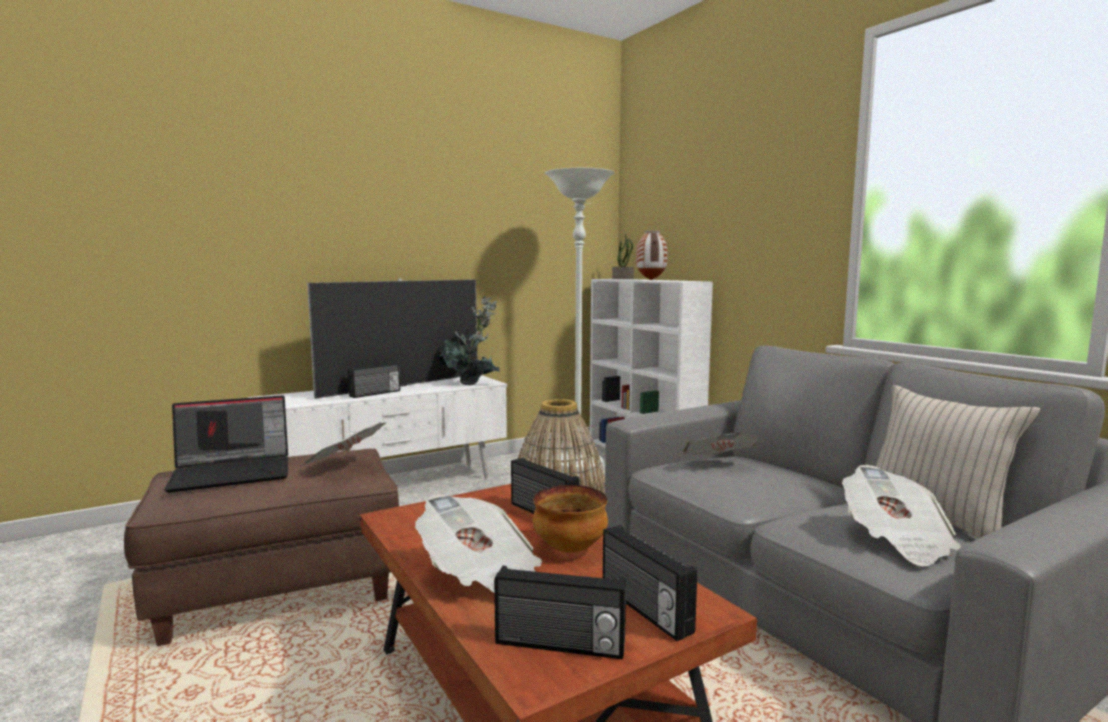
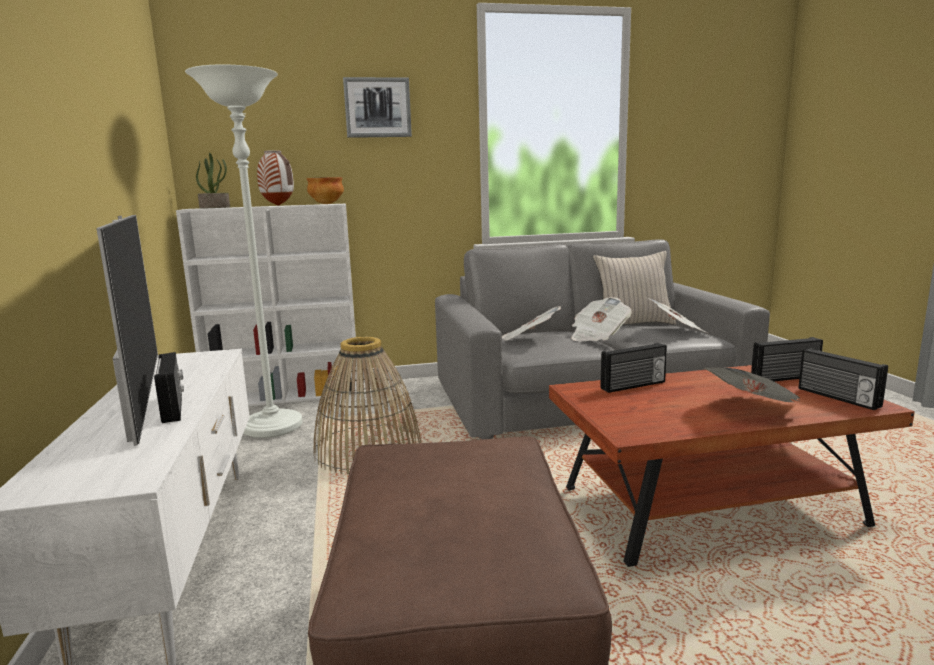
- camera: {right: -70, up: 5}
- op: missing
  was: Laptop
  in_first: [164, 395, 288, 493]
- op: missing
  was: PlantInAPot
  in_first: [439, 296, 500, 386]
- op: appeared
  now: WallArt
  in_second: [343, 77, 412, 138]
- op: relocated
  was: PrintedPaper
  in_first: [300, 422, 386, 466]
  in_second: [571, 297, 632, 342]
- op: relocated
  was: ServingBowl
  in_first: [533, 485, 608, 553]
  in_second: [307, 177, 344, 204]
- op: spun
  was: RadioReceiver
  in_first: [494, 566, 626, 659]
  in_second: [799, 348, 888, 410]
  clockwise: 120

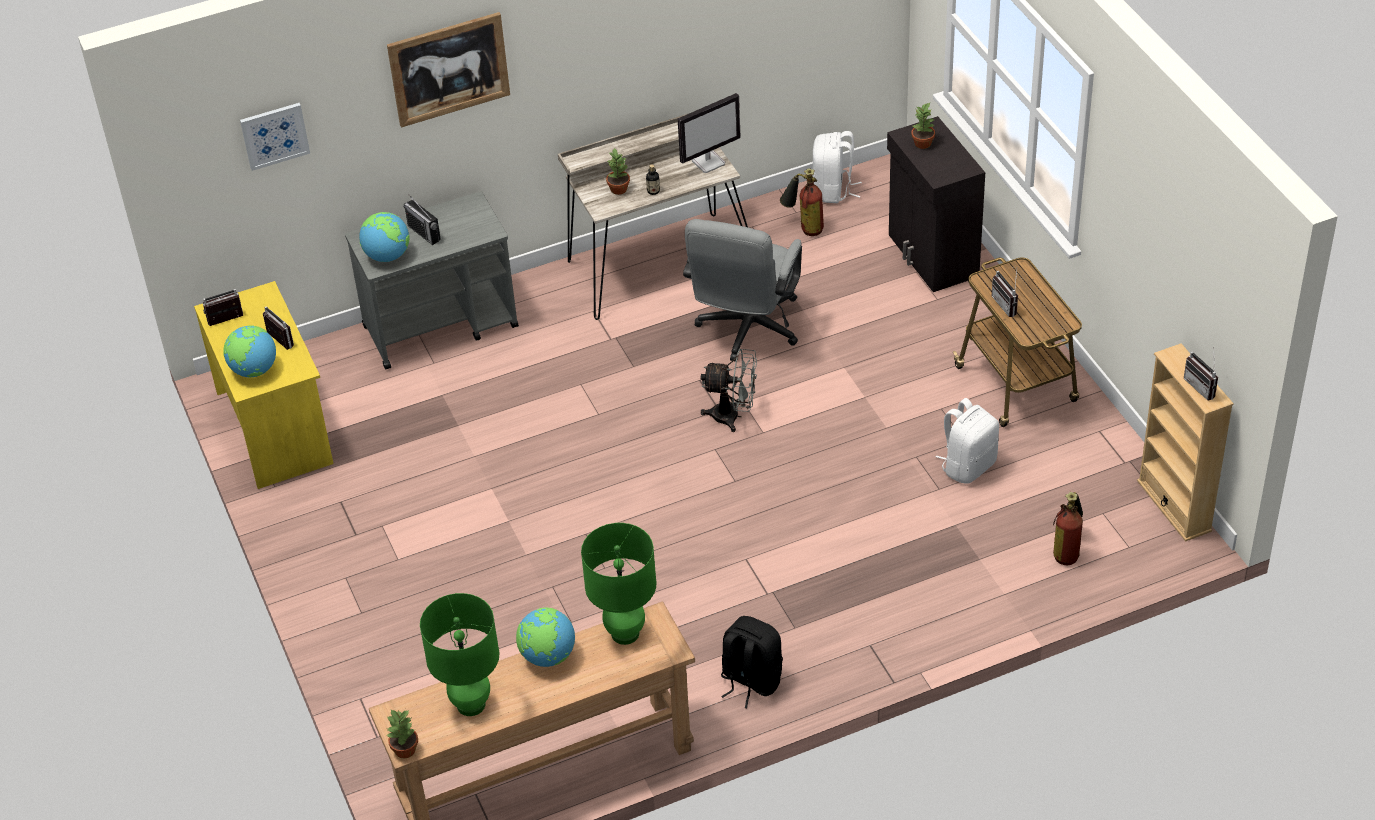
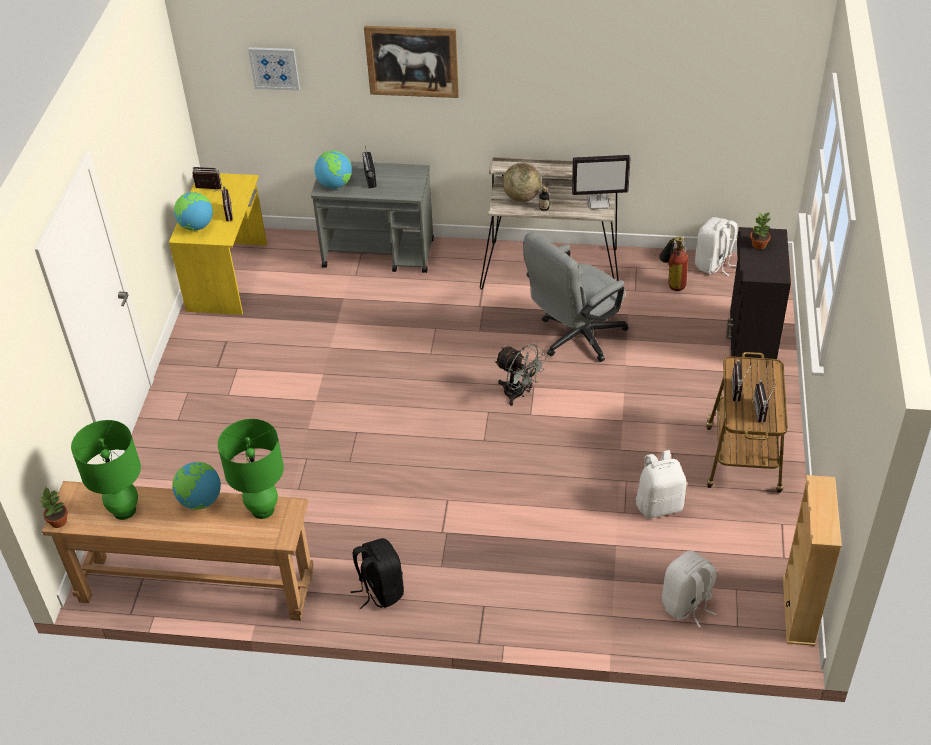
- camera: {right: 30, up: 0}
- op: relocated
  was: RadioReceiver
  in_first: [1184, 347, 1218, 400]
  in_second: [753, 380, 776, 423]
- op: exchanged
  was: PlantInAPot
  now: WorldGlobe
  in_first: [606, 148, 630, 195]
  in_second: [503, 163, 541, 202]
- op: exchanged
  was: Extinguisher
  now: WhiteKnapsack
  in_first: [1053, 492, 1083, 565]
  in_second: [662, 551, 717, 628]

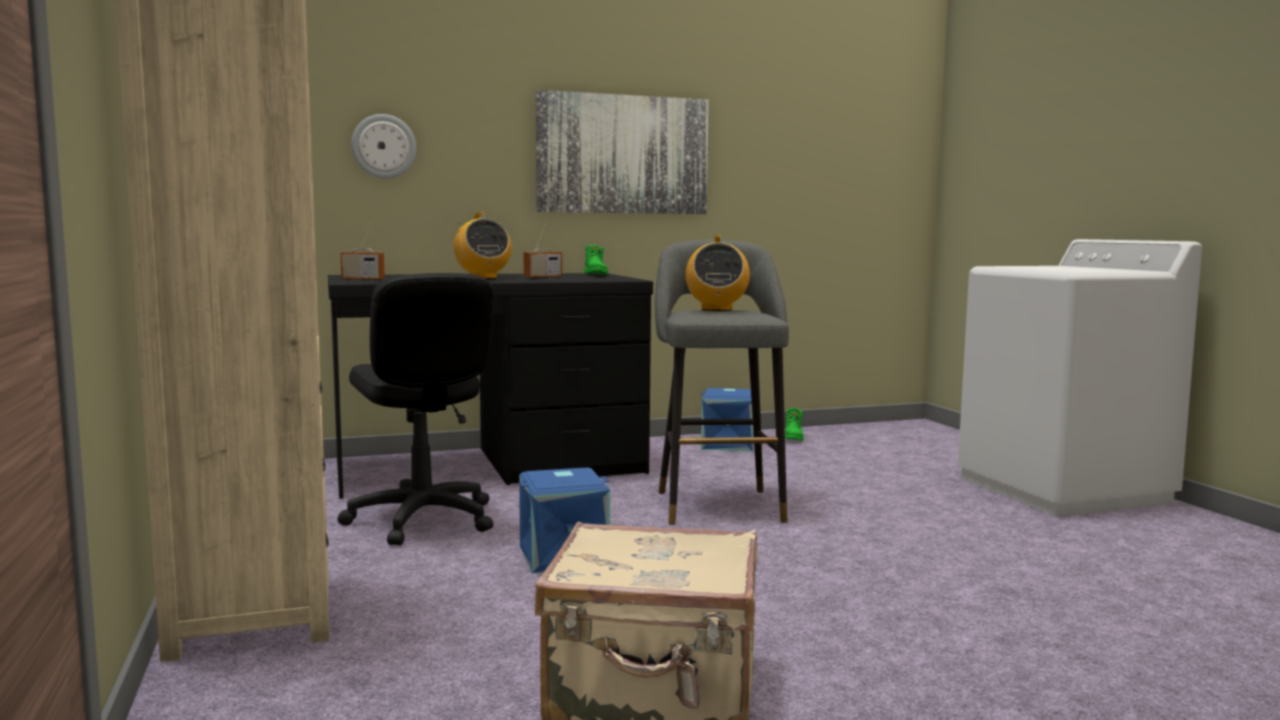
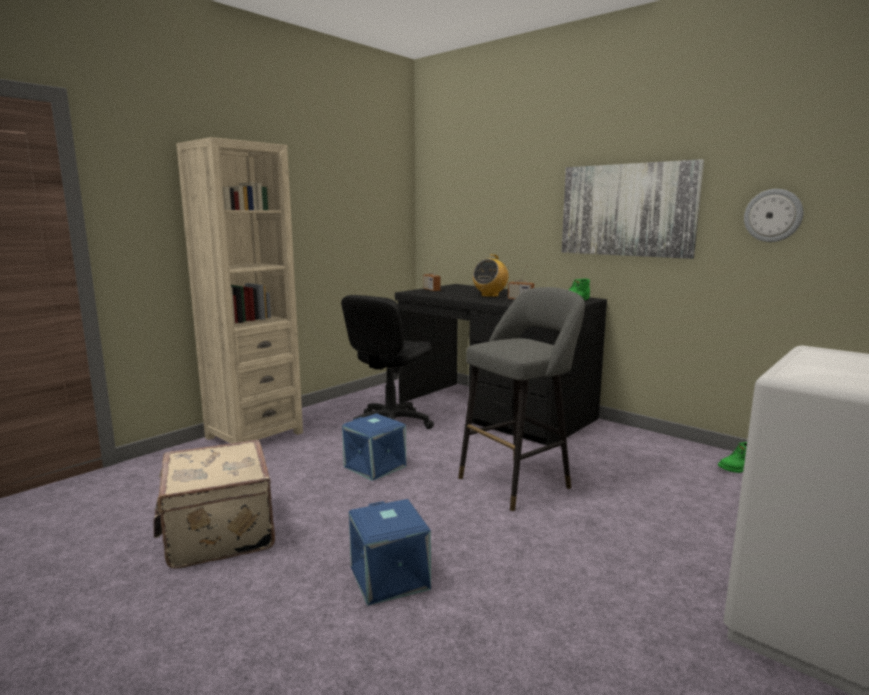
- camera: {right: 60, up: 5}
- op: missing
  was: RadioReceiver
  in_first: [685, 235, 750, 311]
- op: relocated
  was: ClockOnTheWall
  in_first: [351, 114, 416, 178]
  in_second: [744, 189, 803, 242]
- op: relocated
  was: BlueColouredStorageBox
  in_first: [700, 388, 754, 452]
  in_second: [349, 499, 431, 606]

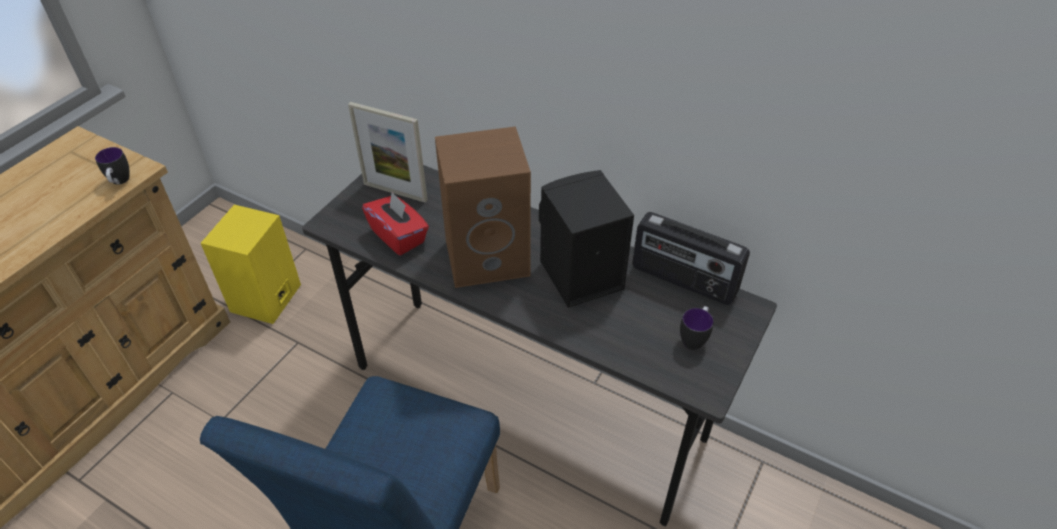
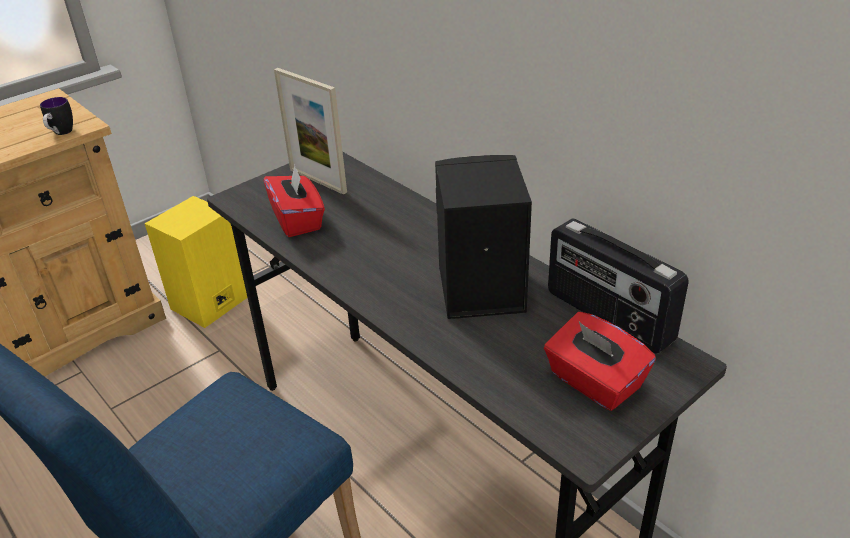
- camera: {right: 20, up: -10}
- op: missing
  was: BrownColouredAudioSpeaker
  in_first: [435, 126, 531, 288]
- op: exchanged
  was: TeaMug
  now: ReddishTissueBox
  in_first: [680, 306, 714, 350]
  in_second: [544, 312, 656, 411]

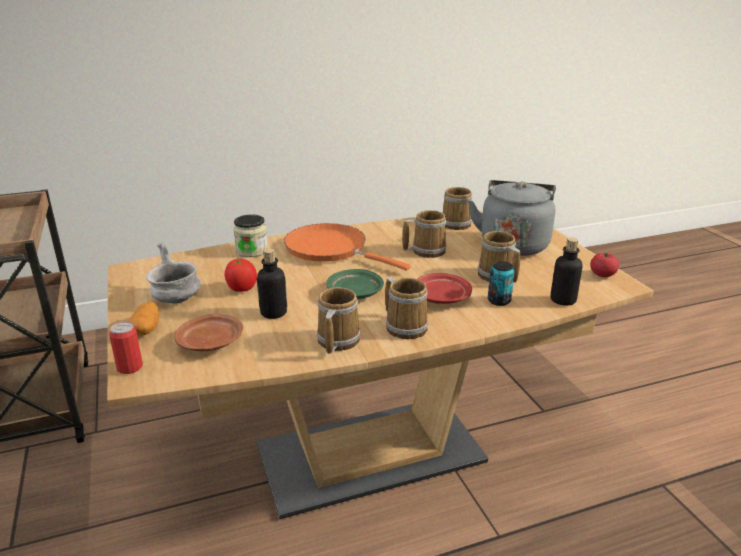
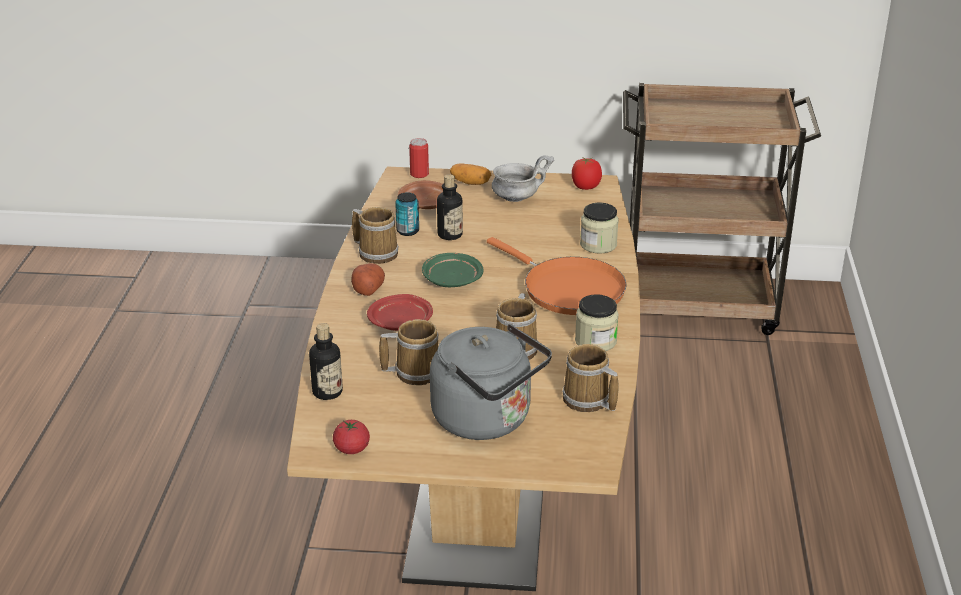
- camera: {right: 115, up: 5}
- op: appeared
  now: Jar
  in_second: [575, 294, 619, 351]
- op: relocated
  was: Tomato
  in_first: [225, 259, 257, 292]
  in_second: [572, 157, 602, 190]
- op: relocated
  was: Can
  in_first: [488, 261, 515, 306]
  in_second: [395, 193, 419, 236]
- op: exchanged
  was: TeaMug
  now: Spud
  in_first: [385, 277, 429, 339]
  in_second: [351, 263, 385, 296]
- op: spun
  was: OrangeColouredPan
  in_first: [284, 223, 411, 271]
  in_second: [487, 237, 627, 315]
  clockwise: 75

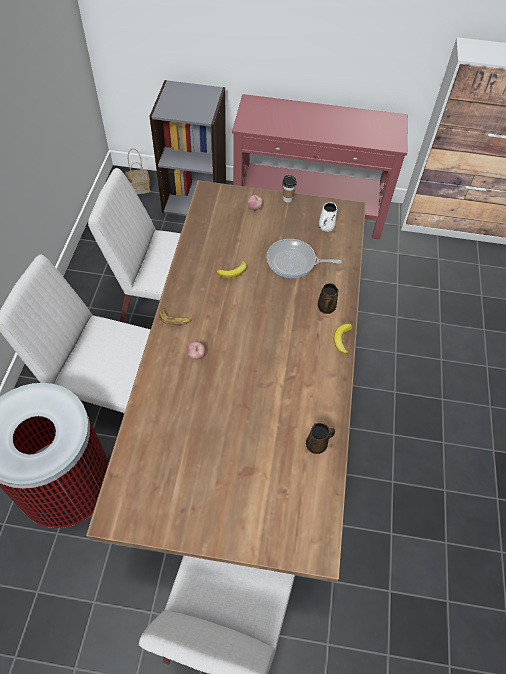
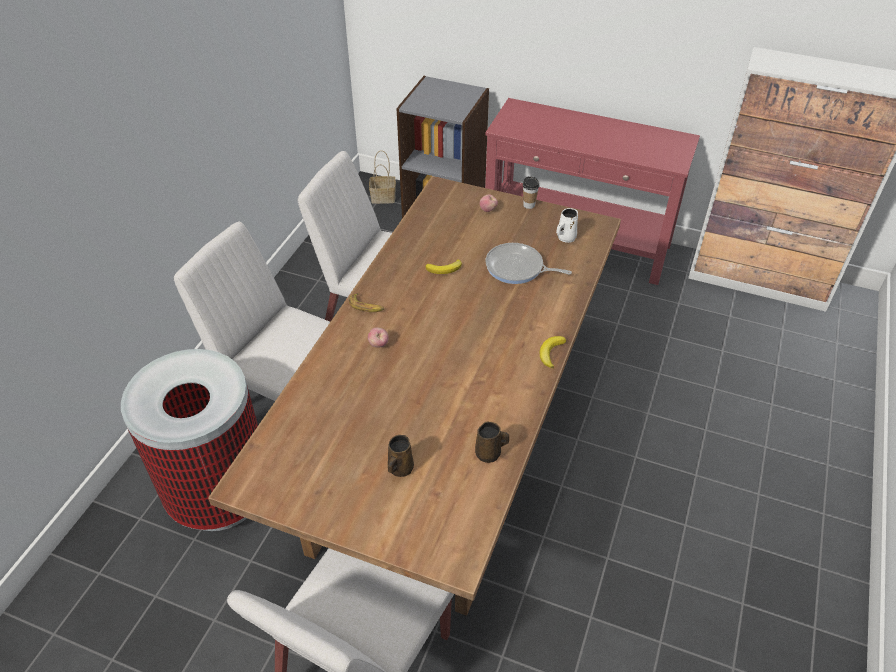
- camera: {right: 15, up: -10}
- op: relocated
  was: BrownColouredTeaMug
  in_first: [318, 283, 338, 314]
  in_second: [388, 435, 414, 477]

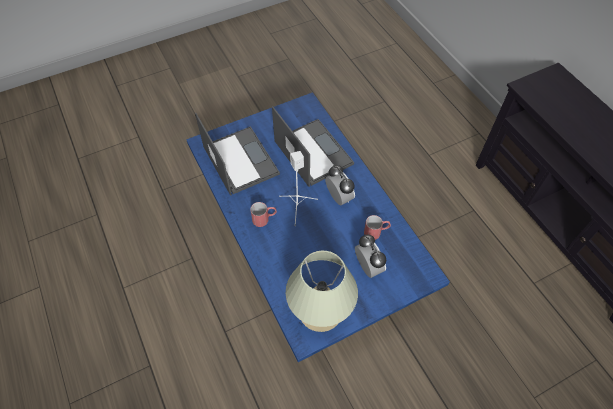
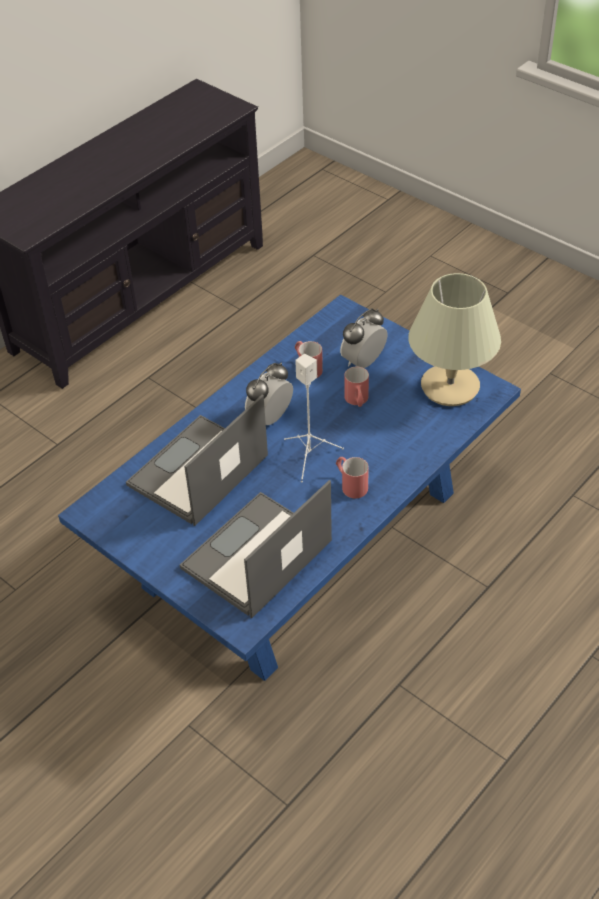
- camera: {right: -110, up: -10}
- op: appeared
  now: ReddishTeaMug
  in_second: [344, 366, 369, 407]

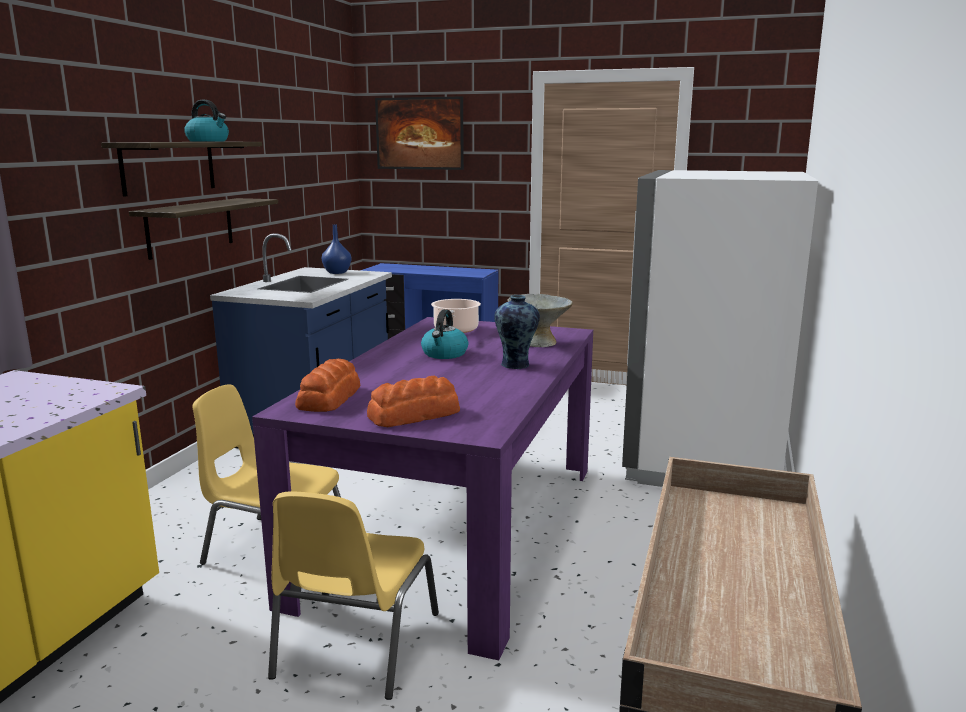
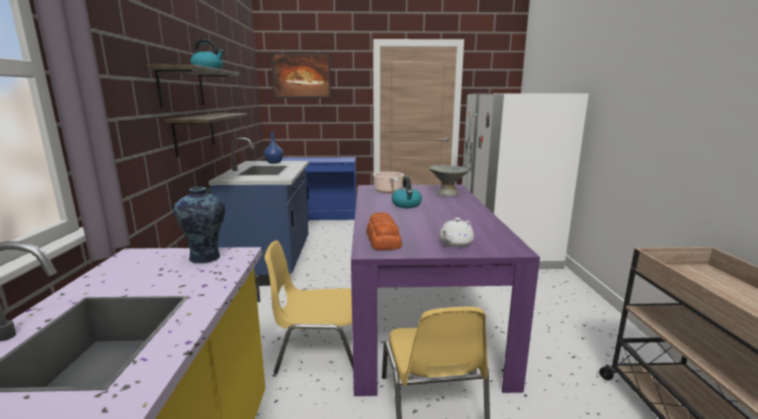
- camera: {right: -20, up: 0}
- op: relocated
  was: Vase
  in_first: [494, 295, 540, 369]
  in_second: [173, 187, 225, 263]
- op: exchanged
  was: BakedBread
  now: WhiteTeaPot
  in_first: [367, 376, 460, 427]
  in_second: [440, 218, 474, 247]

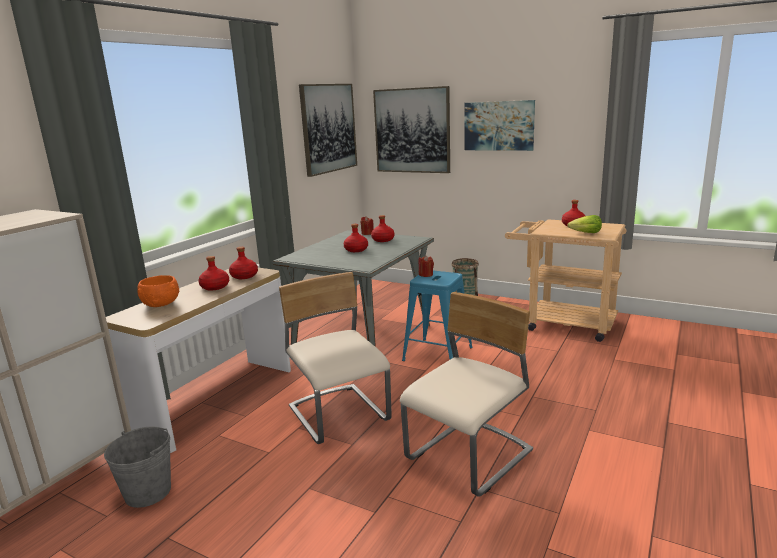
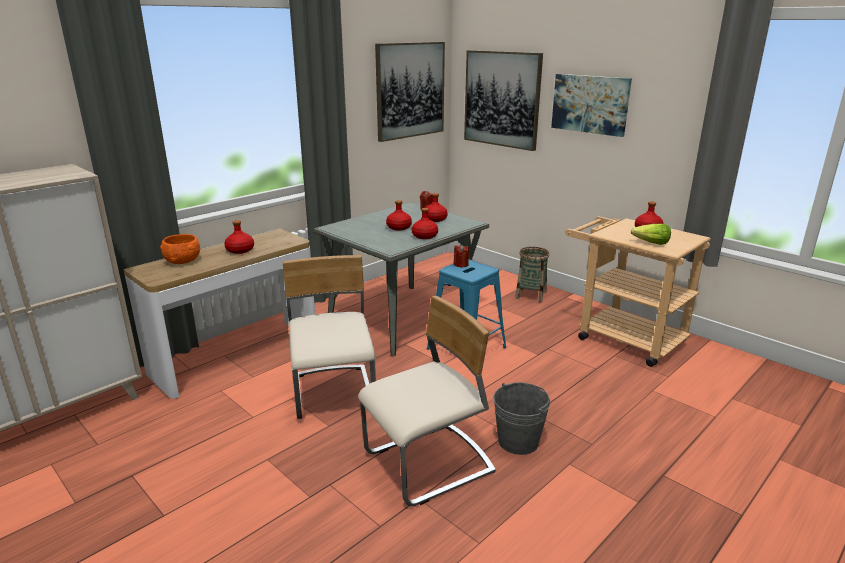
- camera: {right: 15, up: 5}
- op: relocated
  was: GreyishBucket
  in_first: [104, 427, 171, 508]
  in_second: [493, 382, 551, 455]
- op: relocated
  was: ReddishBeverageBottle
  in_first: [229, 247, 258, 279]
  in_second: [412, 208, 438, 239]

